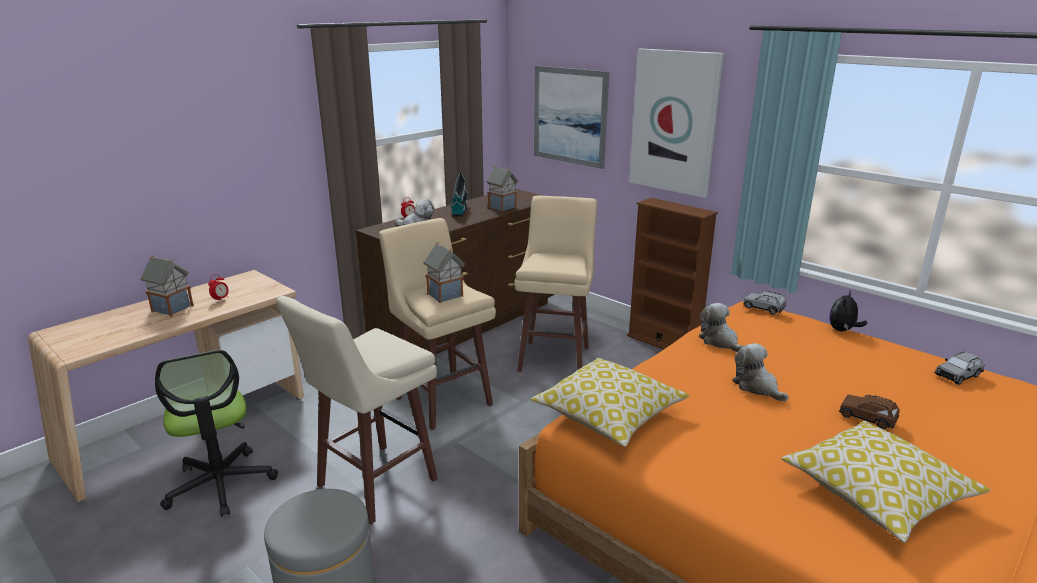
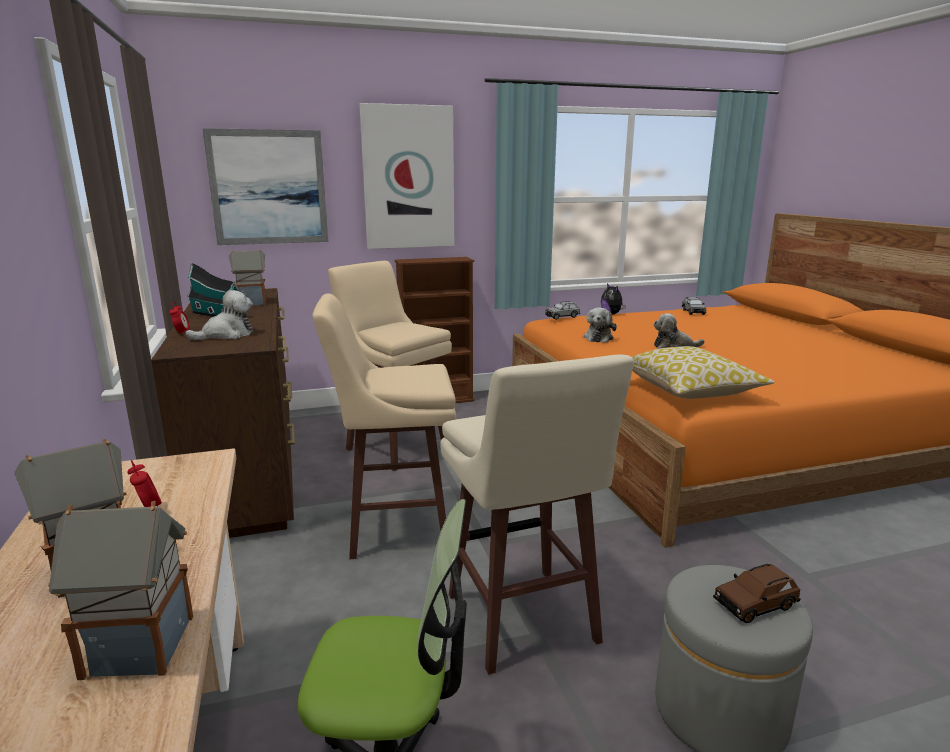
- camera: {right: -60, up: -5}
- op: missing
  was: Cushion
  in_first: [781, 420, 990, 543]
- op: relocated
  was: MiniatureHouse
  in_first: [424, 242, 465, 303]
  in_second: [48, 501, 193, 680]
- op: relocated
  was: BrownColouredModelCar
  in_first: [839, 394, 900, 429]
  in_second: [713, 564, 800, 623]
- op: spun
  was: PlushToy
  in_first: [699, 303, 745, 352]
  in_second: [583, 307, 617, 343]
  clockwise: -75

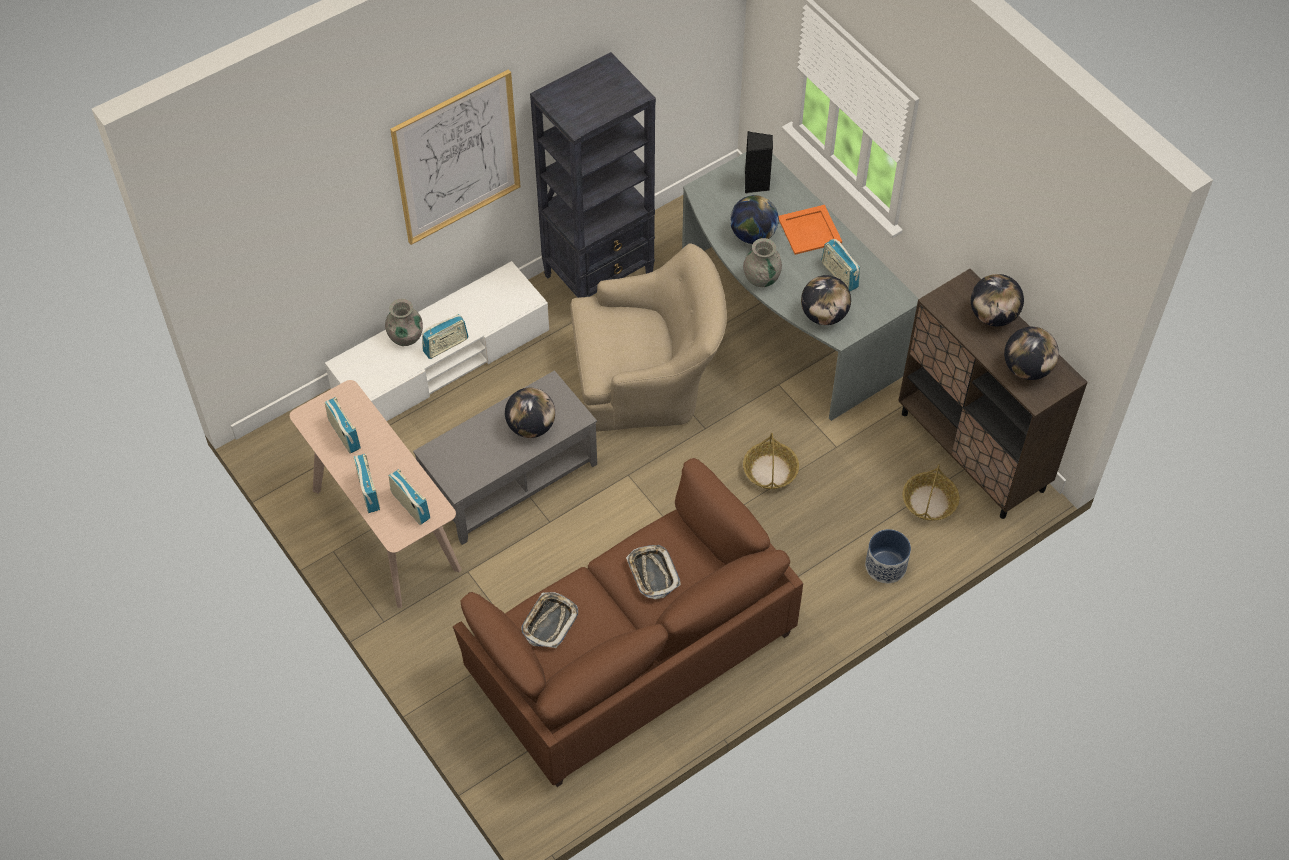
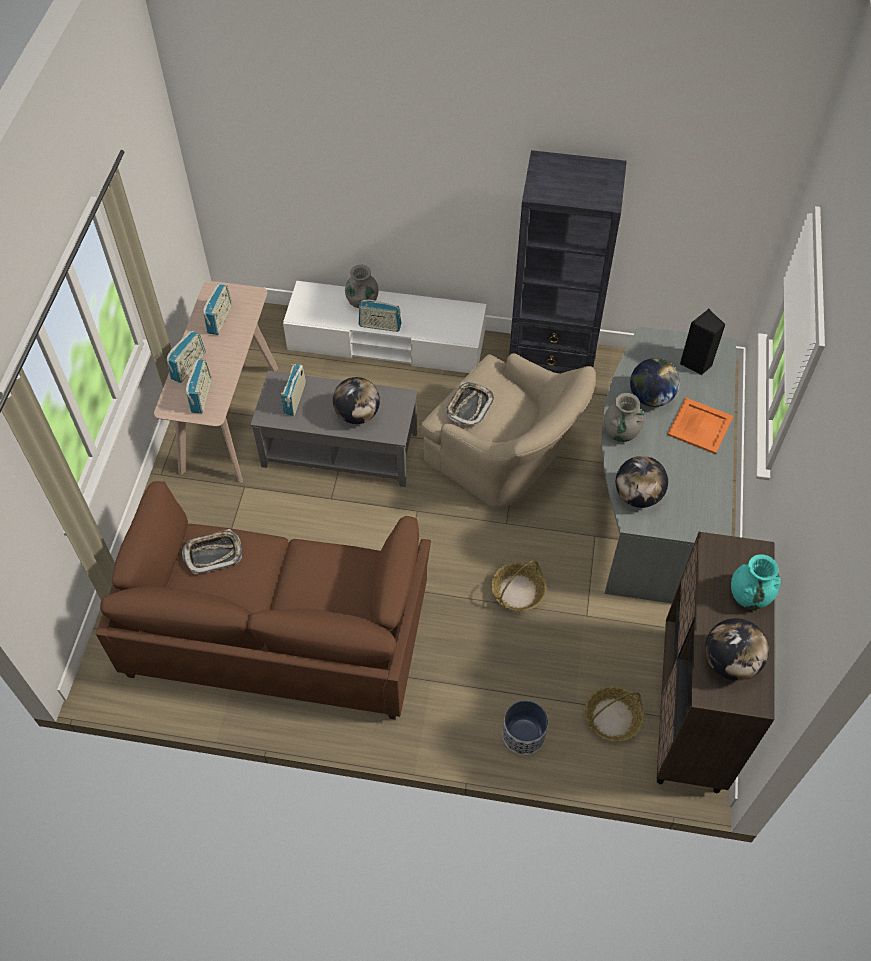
- camera: {right: 45, up: 0}
- op: missing
  was: WallArt
  in_first: [390, 69, 521, 245]
- op: relocated
  was: CarryingTray
  in_first: [626, 545, 681, 599]
  in_second: [446, 382, 494, 425]
- op: relocated
  was: RadioReceiver
  in_first: [821, 239, 860, 291]
  in_second: [281, 364, 306, 416]
- op: exchanged
  was: WorldGlobe
  now: TurquoiseVase
  in_first: [971, 274, 1024, 326]
  in_second: [731, 554, 781, 609]

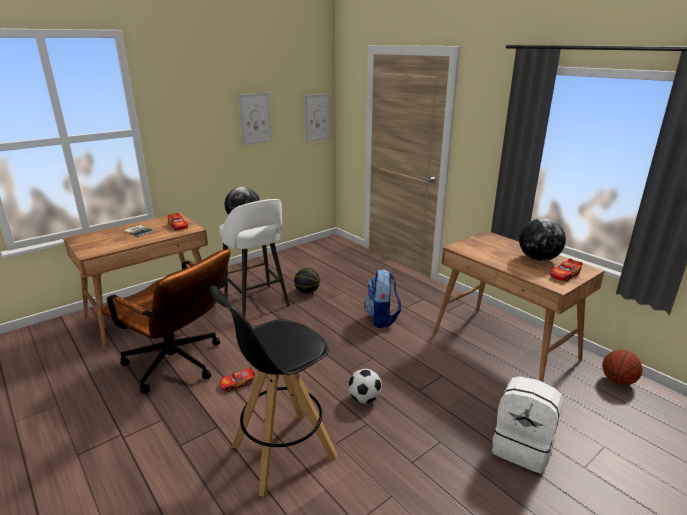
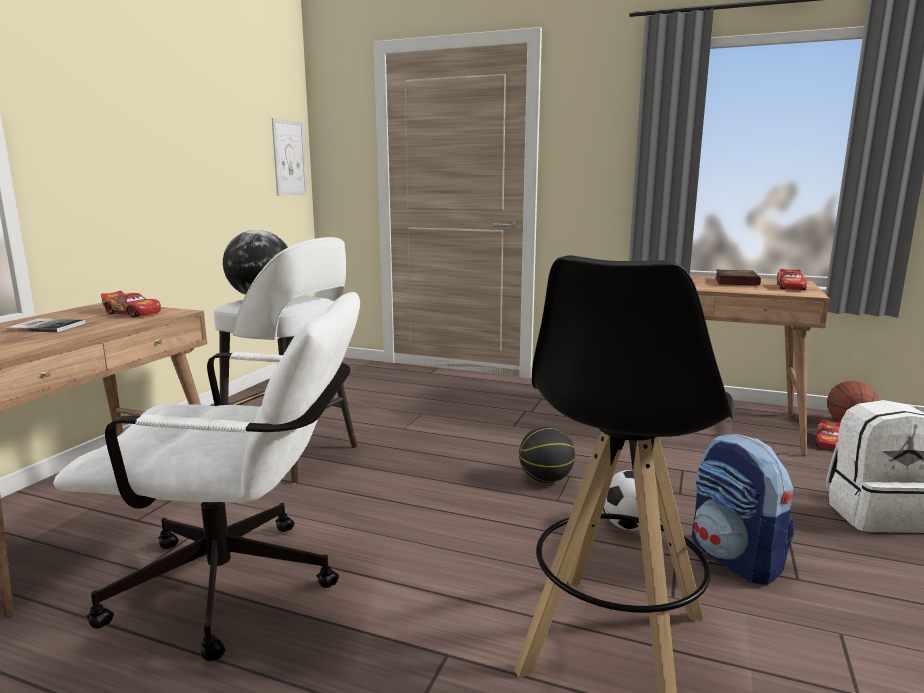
- camera: {right: -30, up: -10}
- op: missing
  was: WallArt
  in_first: [238, 93, 272, 146]
- op: relocated
  was: ModelCar
  in_first: [219, 367, 255, 392]
  in_second: [815, 419, 841, 450]
- op: relocated
  was: BallForBasketball
  in_first: [294, 268, 320, 294]
  in_second: [519, 427, 575, 483]
- op: relocated
  was: Knapsack
  in_first: [364, 269, 401, 328]
  in_second: [692, 434, 795, 585]
- op: exchanged
  was: WorldGlobe
  now: BoundBook
  in_first: [519, 218, 566, 261]
  in_second: [715, 270, 761, 286]
- op: colour
  was: BrownColouredComputerChair
  now: WhiteComputerChair
  in_first: [101, 249, 230, 394]
  in_second: [53, 292, 360, 661]

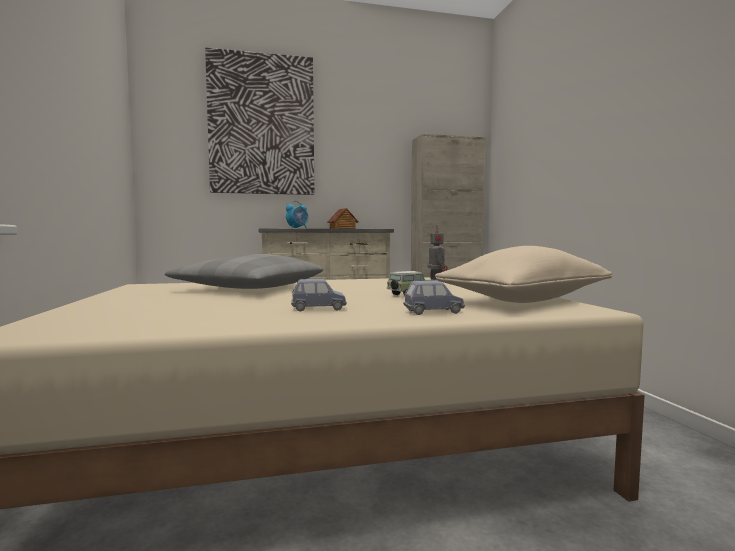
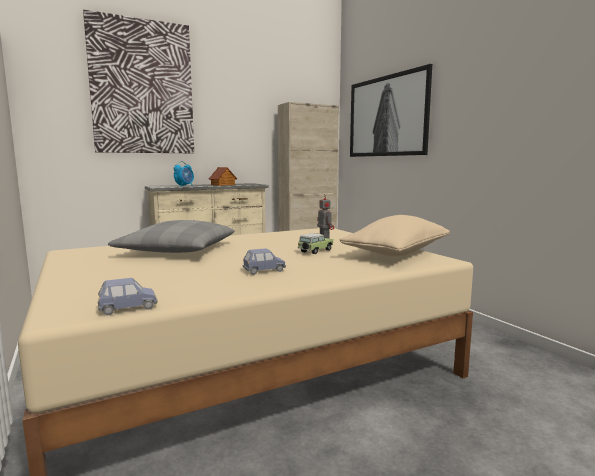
- camera: {right: -15, up: 5}
- op: appeared
  now: WallArt
  in_second: [350, 64, 432, 157]
- op: relocated
  was: BlueColouredModelCar
  in_first: [403, 281, 465, 315]
  in_second: [98, 278, 158, 315]

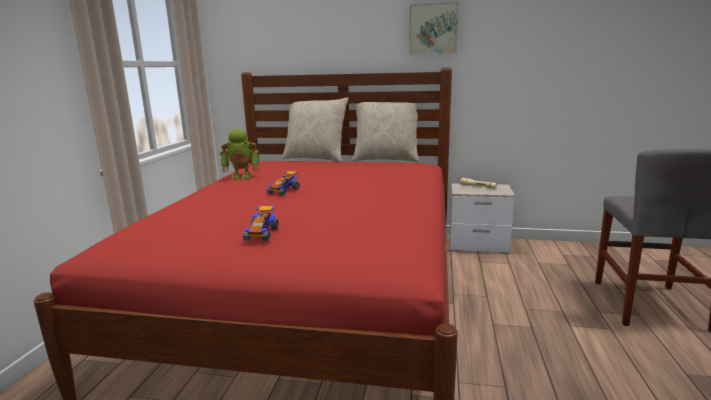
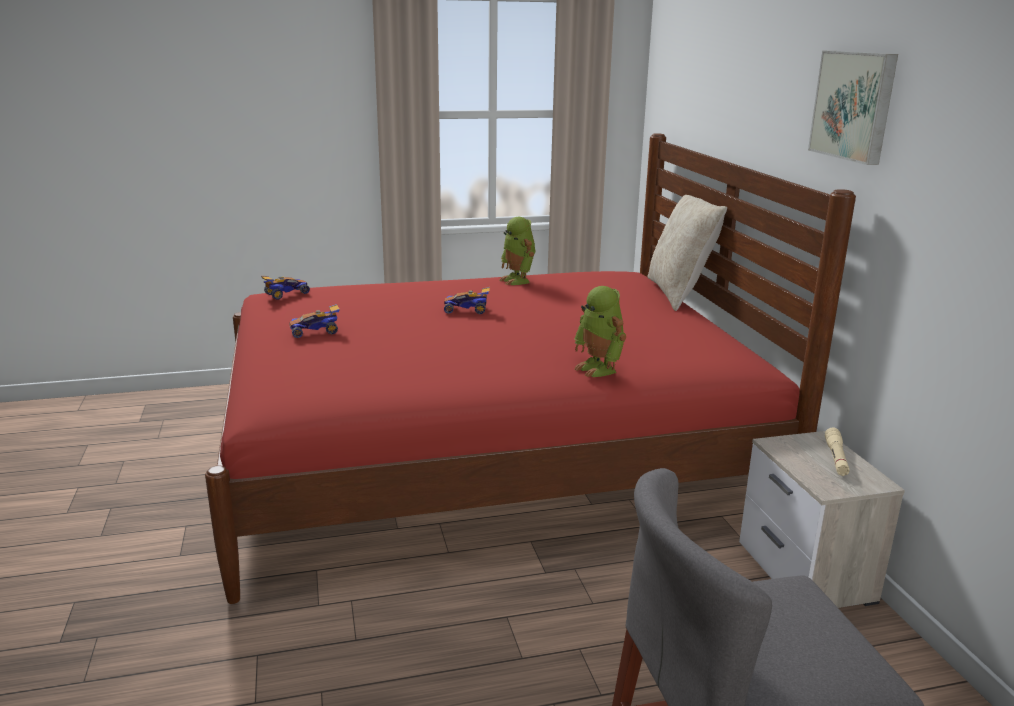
- camera: {right: 65, up: 5}
- op: missing
  was: BeigeCushion
  in_first: [352, 102, 420, 162]
- op: appeared
  now: ModelCar
  in_second: [261, 276, 310, 300]
- op: appeared
  now: ModelRobot
  in_second: [574, 286, 626, 377]

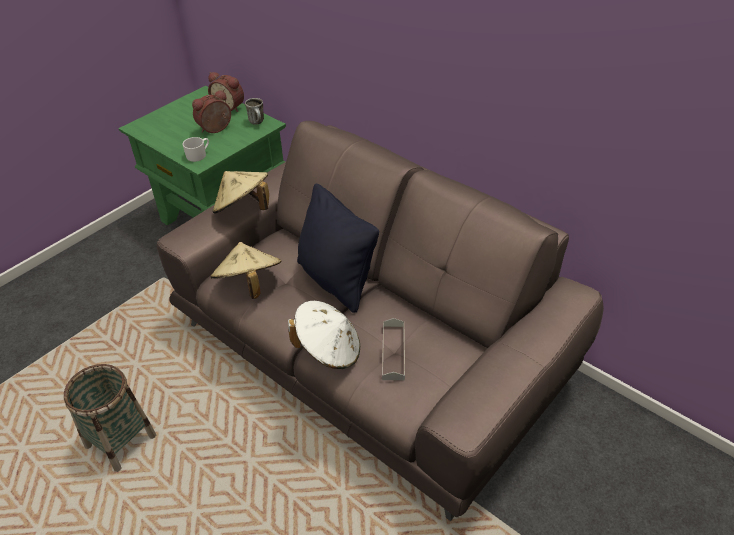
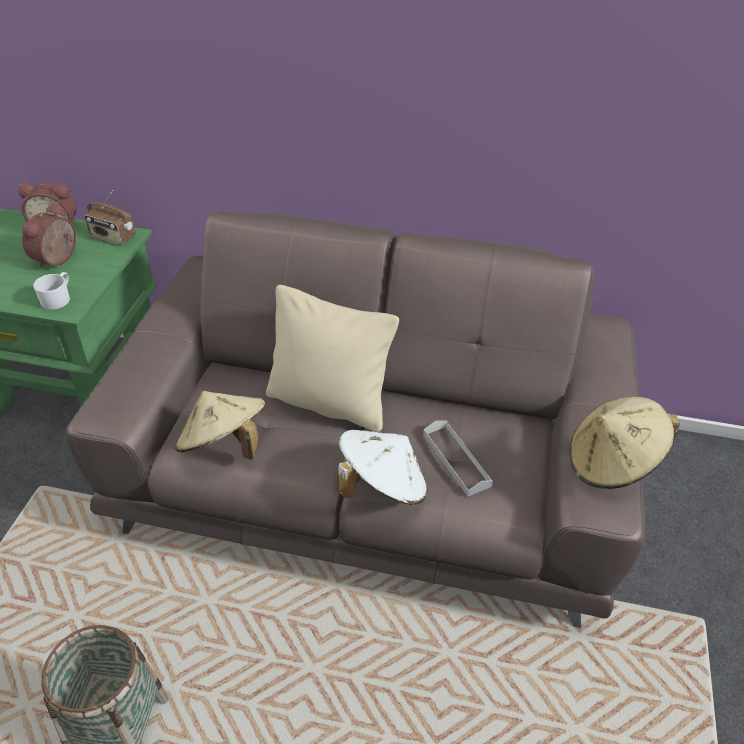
- camera: {right: -30, up: 0}
- op: relocated
  was: BeigeHat
  in_first: [213, 171, 269, 214]
  in_second: [570, 397, 680, 489]
- op: exchanged
  was: TeaMug
  now: RadioReceiver
  in_first: [245, 98, 264, 125]
  in_second: [84, 190, 136, 245]
- op: colour
  was: BlackColouredCushion
  now: BeigeCushion
  in_first: [297, 183, 379, 313]
  in_second: [266, 285, 399, 432]

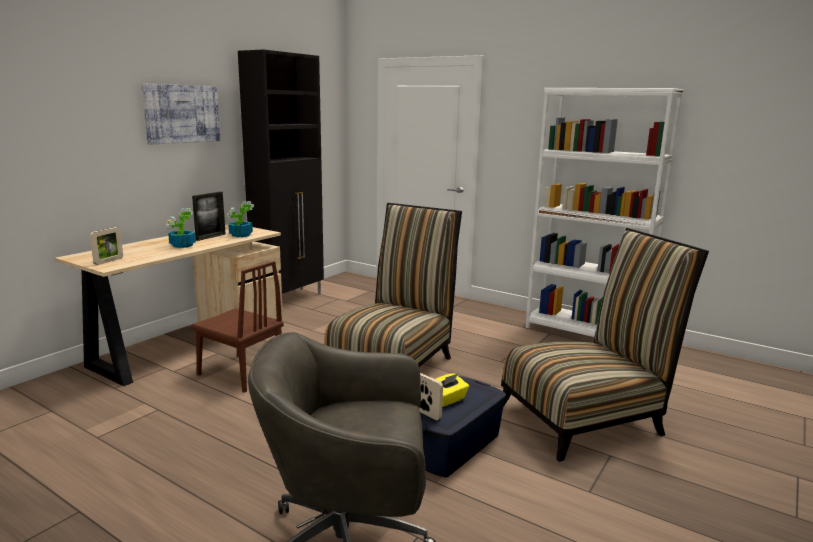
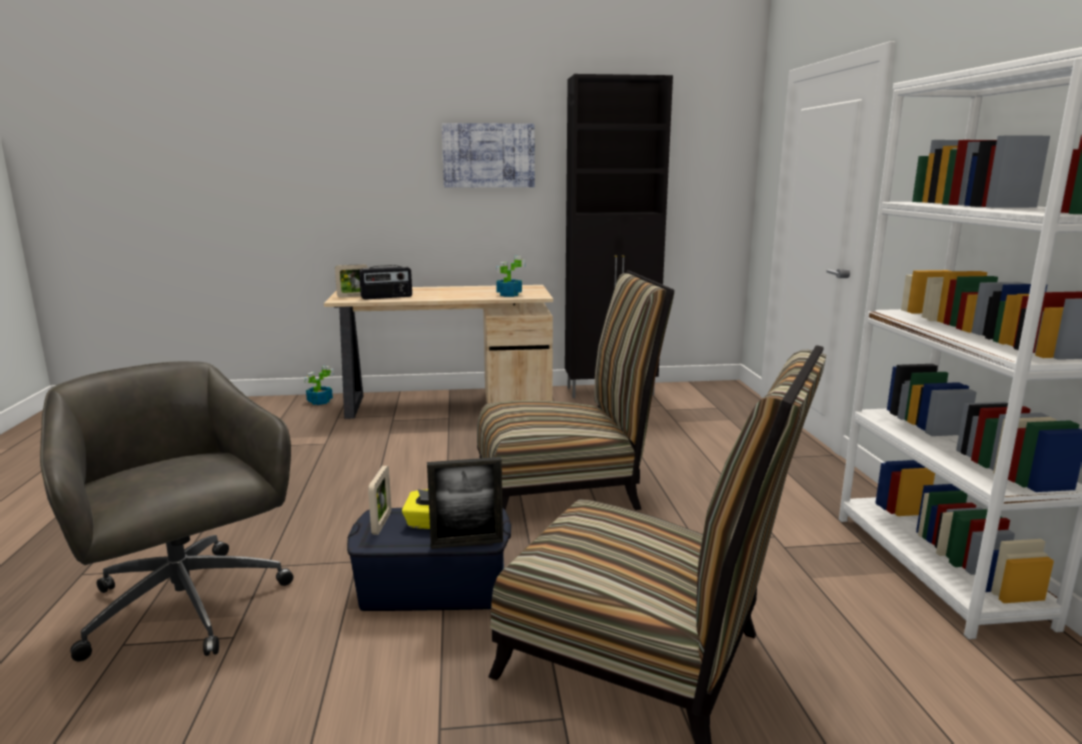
- camera: {right: 50, up: 0}
- op: missing
  was: BrownColouredPlainChair
  in_first: [191, 261, 284, 393]
- op: appeared
  now: RadioReceiver
  in_second: [359, 265, 412, 300]
- op: relocated
  was: PlantInAPot
  in_first: [165, 208, 196, 248]
  in_second: [304, 366, 334, 405]
- op: relocated
  was: StandingFrame
  in_first: [192, 192, 226, 241]
  in_second: [427, 457, 503, 549]

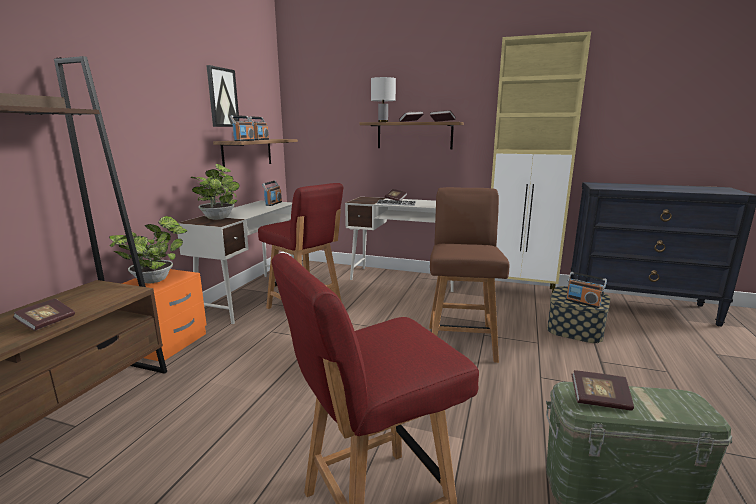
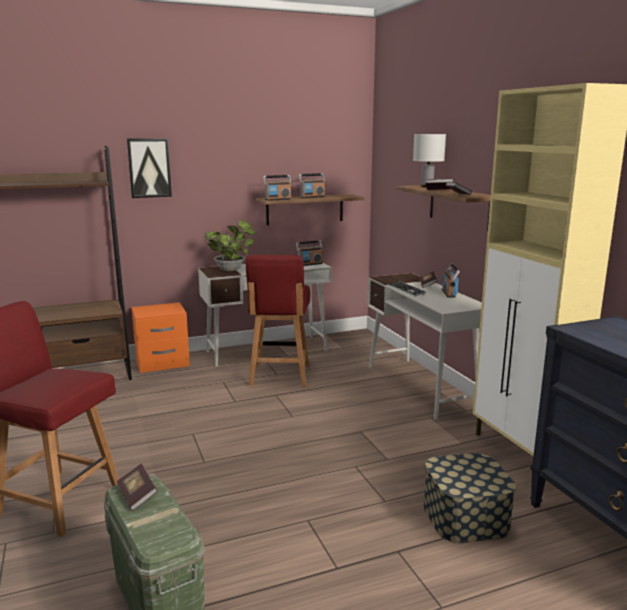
- camera: {right: 50, up: 0}
- op: missing
  was: BoundBook
  in_first: [13, 299, 75, 331]
- op: missing
  was: PlantInAPot
  in_first: [109, 216, 187, 283]
- op: missing
  was: BrownColouredPlainChair
  in_first: [429, 187, 509, 363]
- op: relocated
  was: WallArt
  in_first: [206, 65, 239, 127]
  in_second: [127, 138, 172, 198]
- op: relocated
  was: RadioReceiver
  in_first: [566, 272, 607, 308]
  in_second: [442, 263, 460, 298]

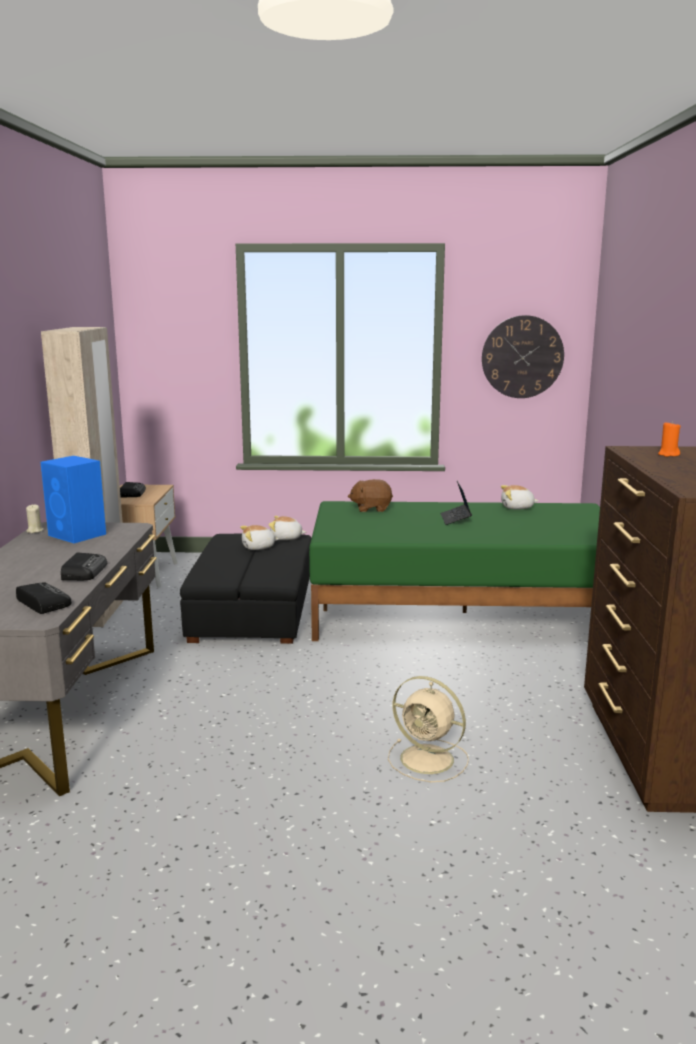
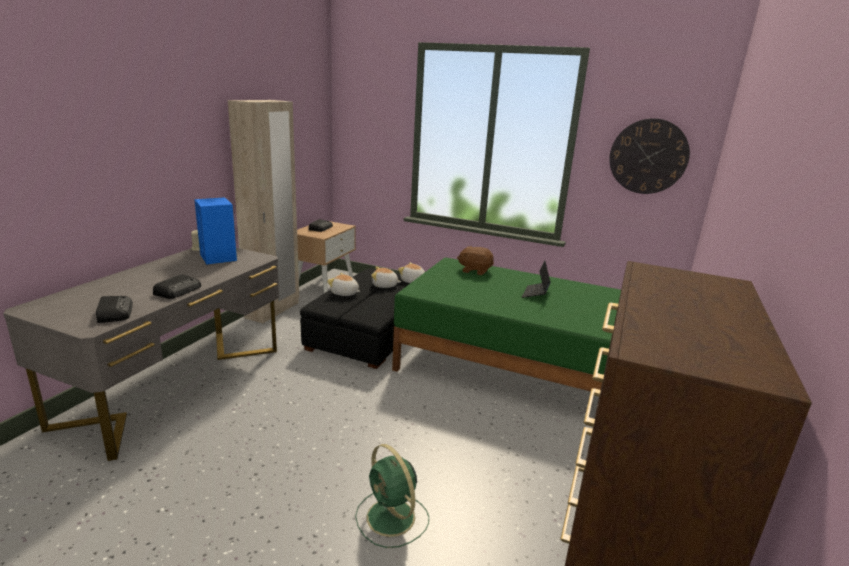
- camera: {right: 20, up: 5}
- op: missing
  was: OrangeColouredWaxCandle
  in_first: [658, 421, 680, 457]
- op: relocated
  was: PlushToy
  in_first: [501, 485, 539, 510]
  in_second: [327, 273, 360, 296]
- op: colour
  was: BeigeFan
  now: GreenColouredFan
  in_first: [388, 676, 469, 782]
  in_second: [355, 444, 429, 548]

